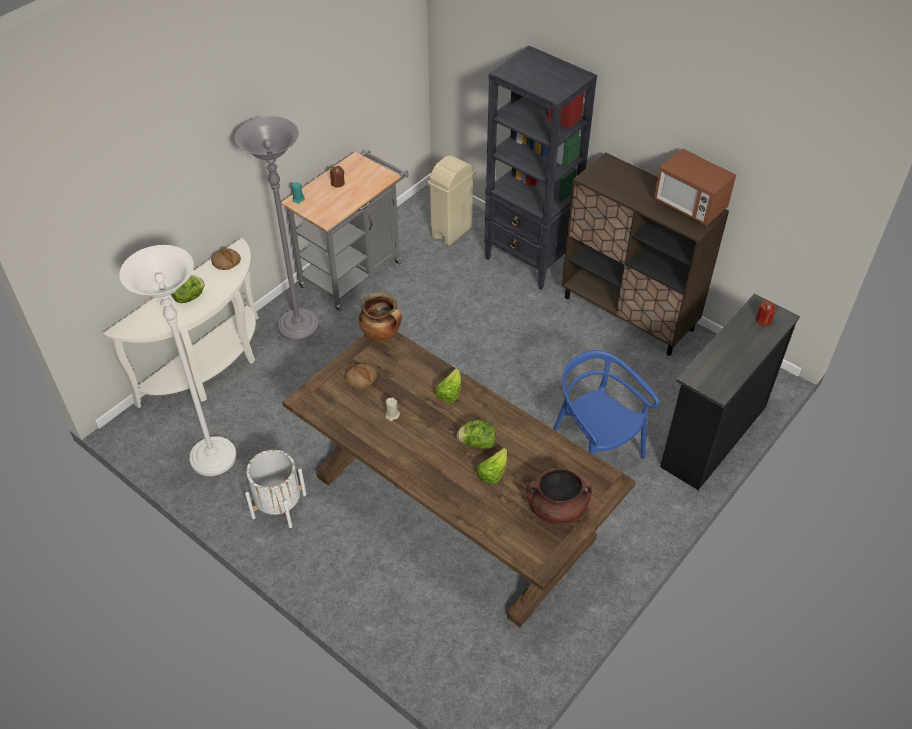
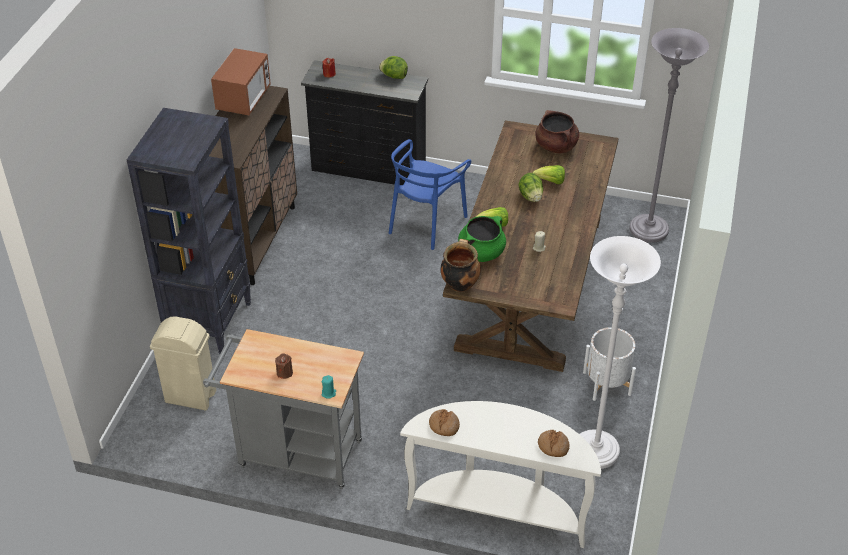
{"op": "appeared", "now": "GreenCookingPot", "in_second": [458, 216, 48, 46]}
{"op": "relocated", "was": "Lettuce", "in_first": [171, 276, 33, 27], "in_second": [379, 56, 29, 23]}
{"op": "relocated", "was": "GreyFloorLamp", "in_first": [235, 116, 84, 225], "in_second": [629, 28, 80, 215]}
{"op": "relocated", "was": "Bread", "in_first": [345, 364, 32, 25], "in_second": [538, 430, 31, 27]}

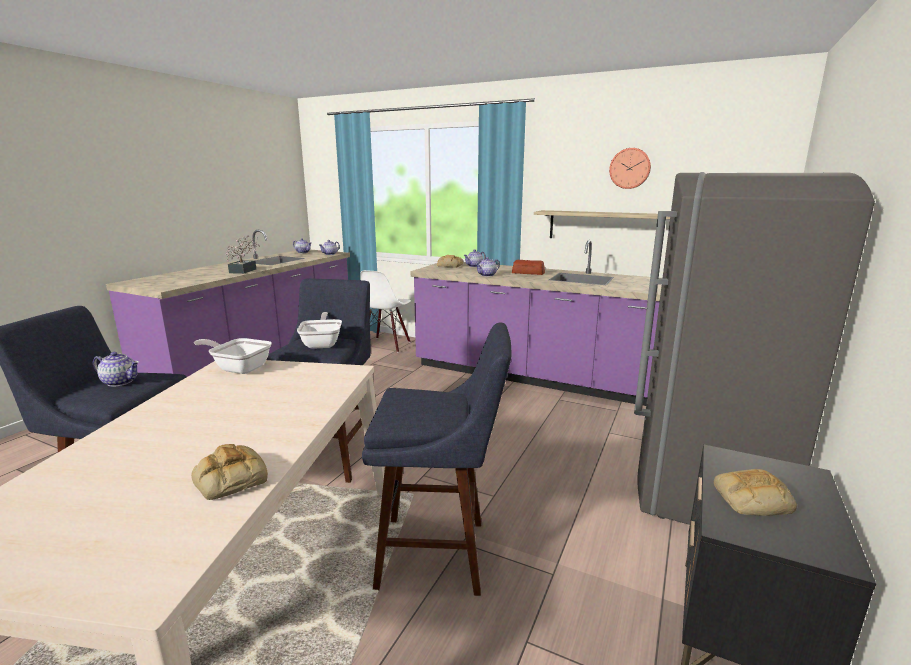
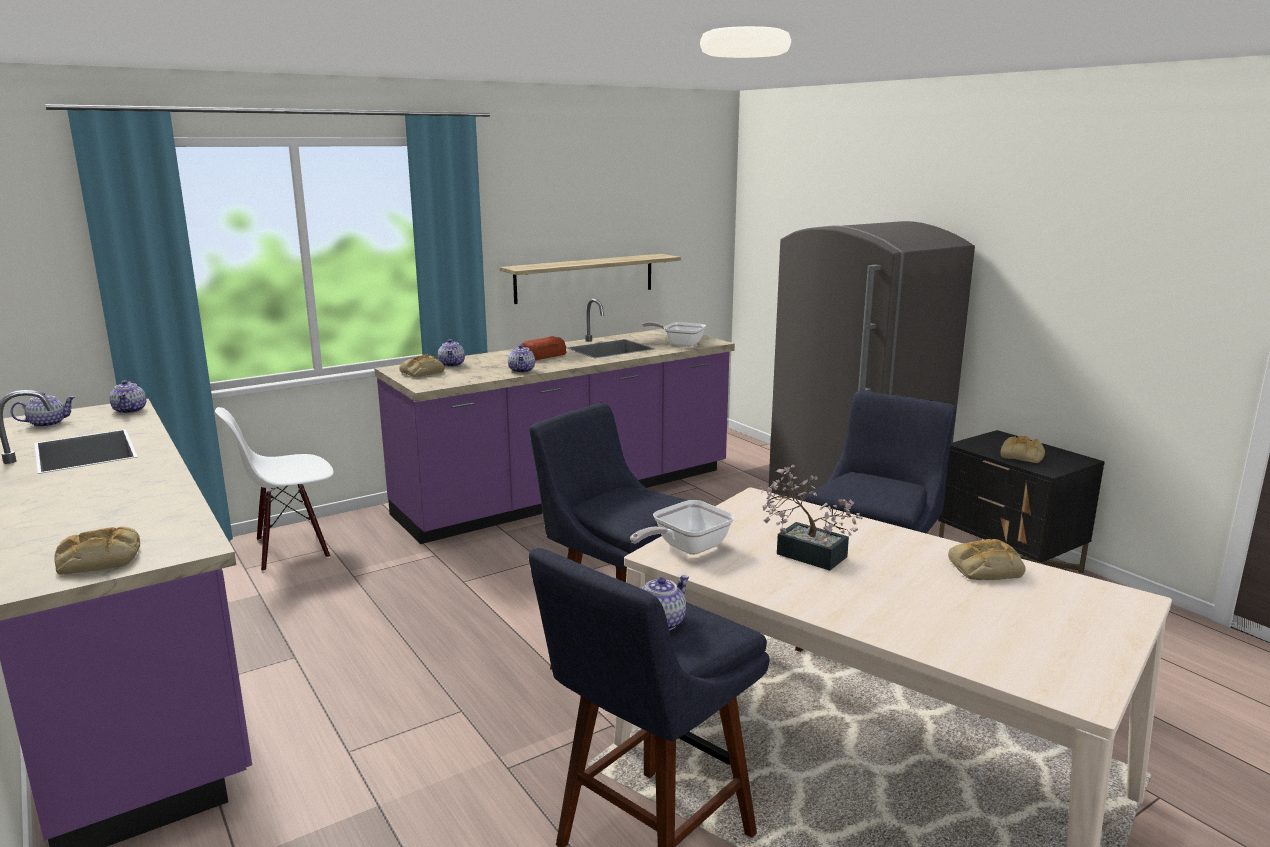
{"op": "missing", "was": "WallClock", "in_first": [609, 148, 42, 41]}
{"op": "appeared", "now": "Bread", "in_second": [54, 527, 86, 48]}
{"op": "relocated", "was": "PottedPlant", "in_first": [226, 235, 34, 39], "in_second": [760, 465, 103, 106]}
{"op": "relocated", "was": "FryingPan", "in_first": [297, 312, 45, 37], "in_second": [642, 322, 64, 25]}
{"op": "spun", "was": "WhiteChair", "in_first": [360, 270, 51, 82], "in_second": [215, 407, 119, 165], "clockwise": 105}

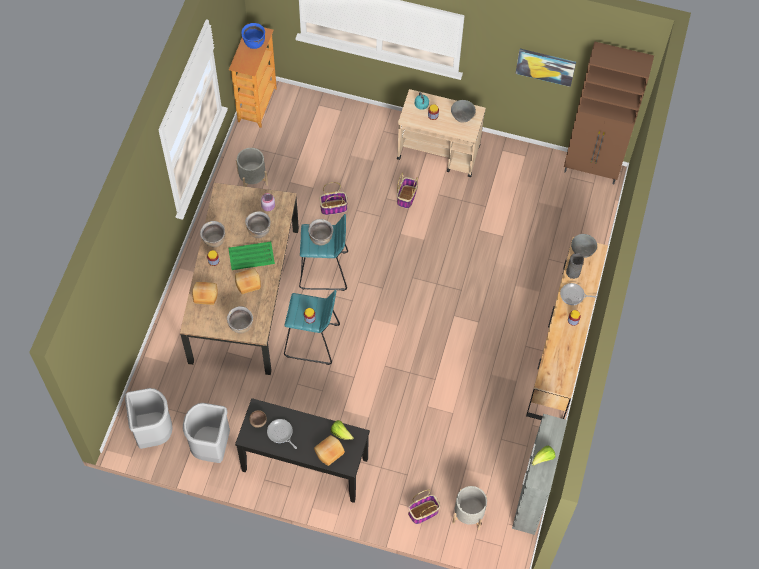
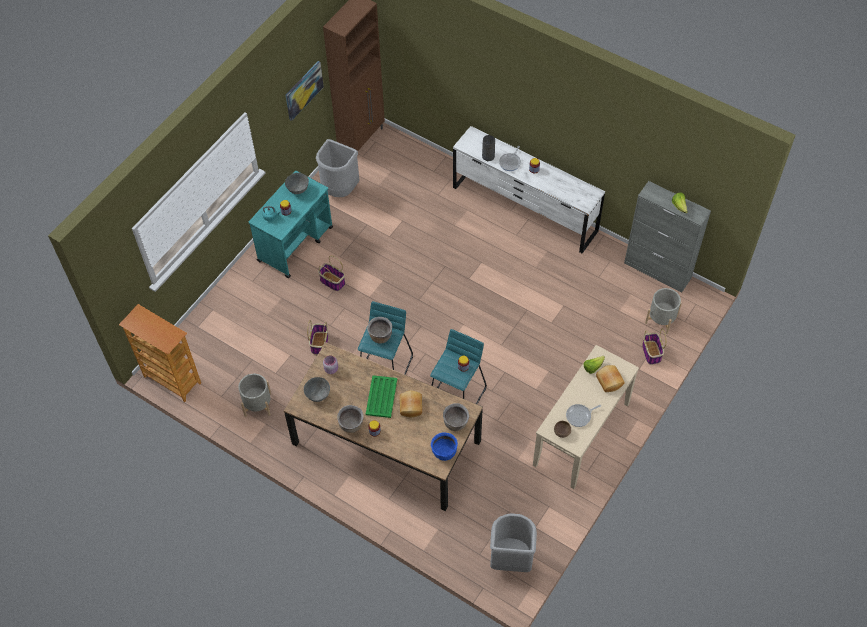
{"op": "missing", "was": "Bread", "in_first": [192, 282, 26, 23]}
{"op": "missing", "was": "BrownCookingPot", "in_first": [245, 211, 26, 27]}
{"op": "relocated", "was": "GreyTrashCan", "in_first": [183, 403, 47, 60], "in_second": [316, 139, 44, 58]}
{"op": "relocated", "was": "BlueCookingPot", "in_first": [241, 23, 24, 26], "in_second": [431, 432, 27, 29]}
{"op": "relocated", "was": "GreyBowl", "in_first": [571, 234, 26, 24], "in_second": [304, 377, 26, 25]}
{"op": "colour", "was": "BlackConsoleTable", "now": "BeigeConsoleTable", "in_first": [235, 398, 135, 105], "in_second": [533, 345, 106, 144]}
{"op": "colour", "was": "BeigeCart", "now": "TurquoiseCart", "in_first": [397, 89, 89, 88], "in_second": [249, 171, 84, 107]}
{"op": "colour", "was": "BrownDresser", "now": "WhiteDresser", "in_first": [526, 237, 82, 183], "in_second": [453, 126, 152, 128]}

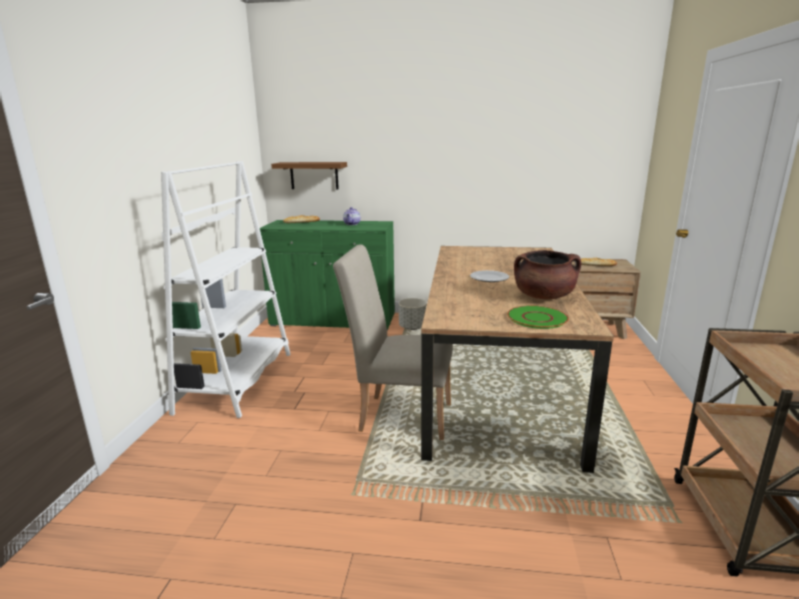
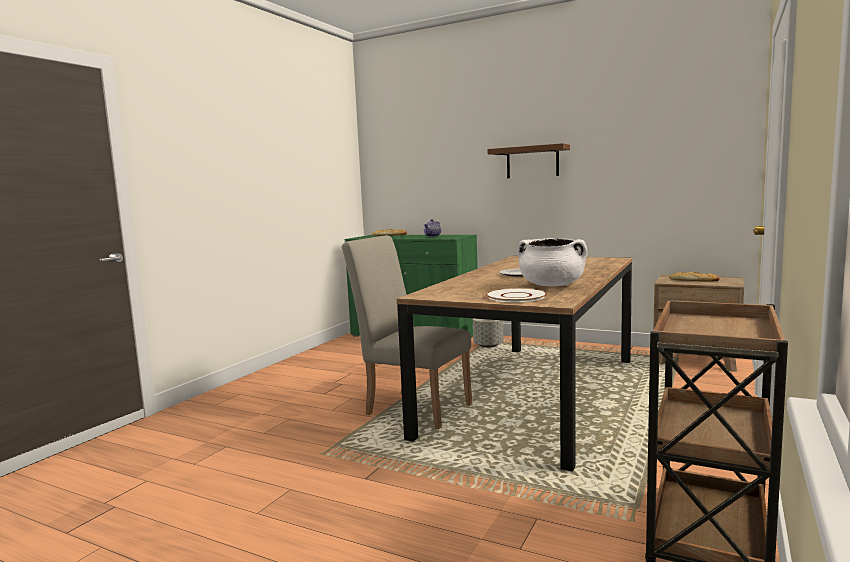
{"op": "missing", "was": "WhiteBookcase", "in_first": [161, 161, 130, 257]}
{"op": "relocated", "was": "BrownShelf", "in_first": [271, 162, 76, 27], "in_second": [487, 143, 83, 35]}
{"op": "colour", "was": "GreenPlate", "now": "WhitePlate", "in_first": [507, 306, 62, 23], "in_second": [486, 288, 62, 14]}
{"op": "colour", "was": "BrownCookingPot", "now": "WhiteCookingPot", "in_first": [514, 250, 67, 49], "in_second": [518, 238, 69, 48]}

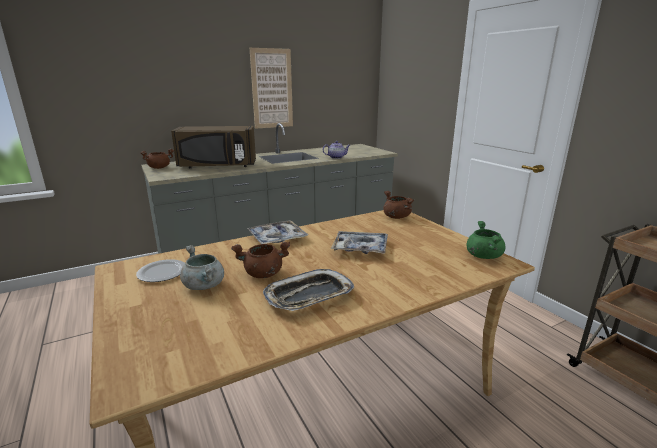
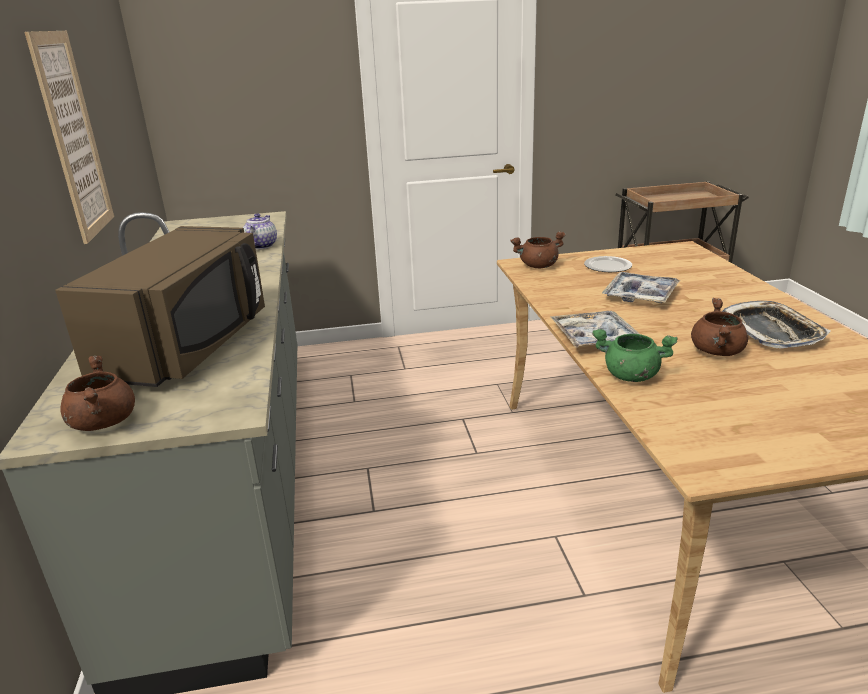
{"op": "missing", "was": "GreyCookingPot", "in_first": [180, 245, 44, 45]}
{"op": "relocated", "was": "Plate", "in_first": [136, 259, 49, 23], "in_second": [584, 256, 48, 16]}
{"op": "relocated", "was": "GreenCookingPot", "in_first": [466, 221, 40, 38], "in_second": [592, 329, 85, 53]}

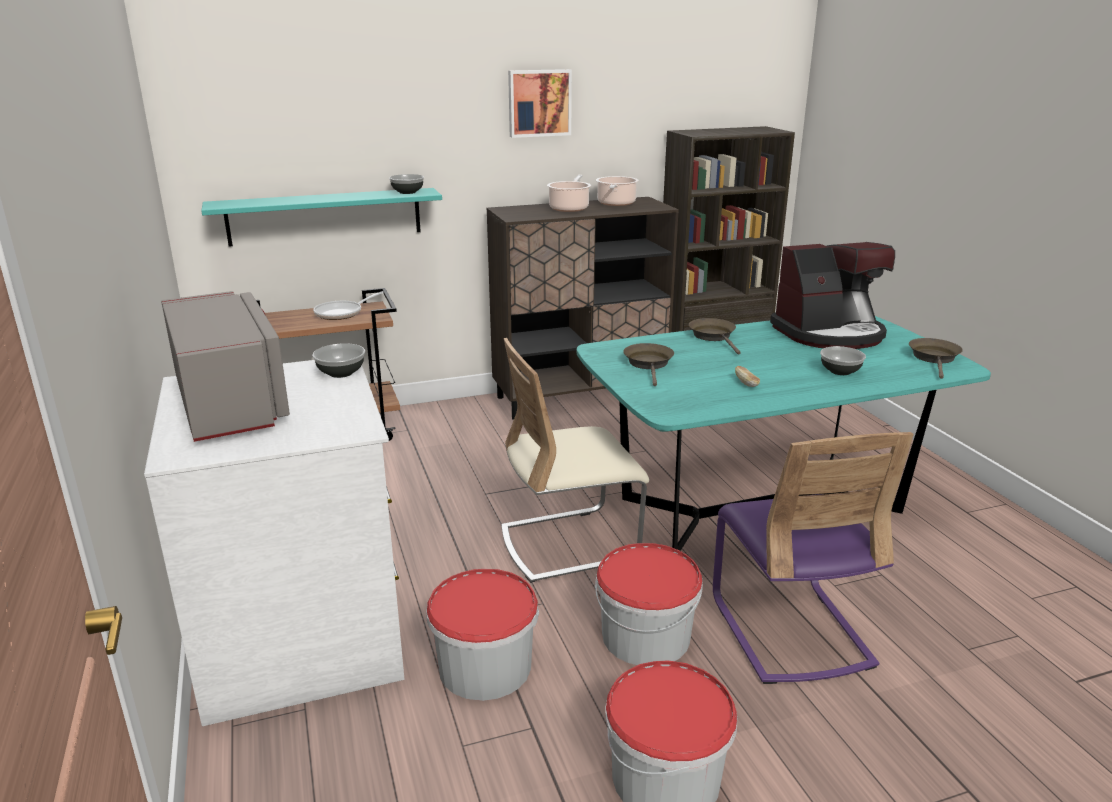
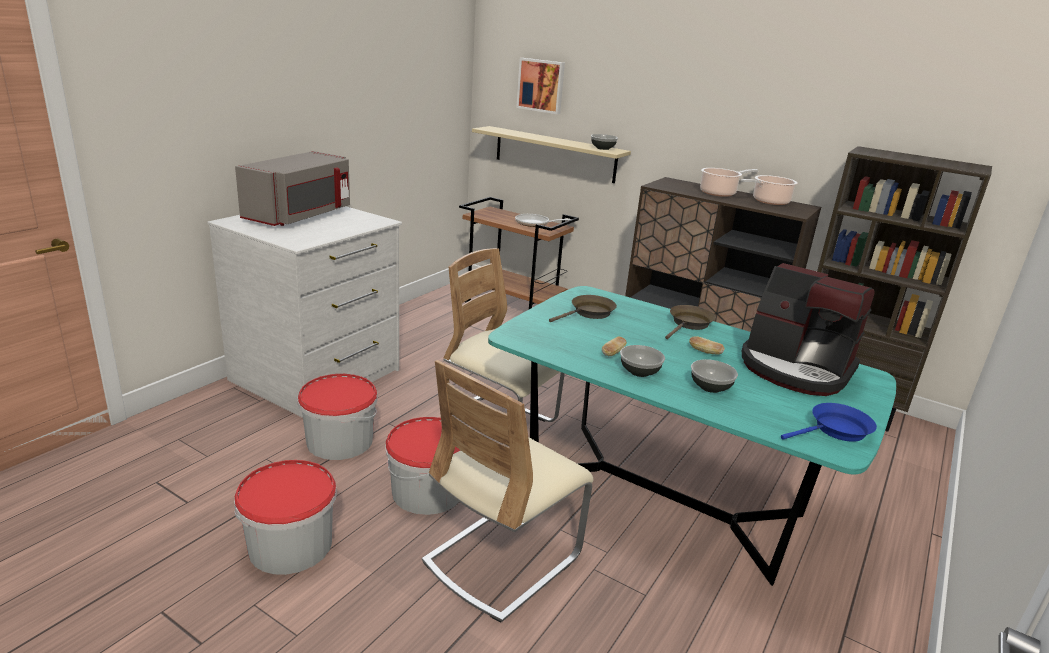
{"op": "appeared", "now": "Bread", "in_second": [689, 336, 36, 19]}
{"op": "relocated", "was": "Bowl", "in_first": [312, 343, 53, 35], "in_second": [620, 345, 45, 32]}
{"op": "relocated", "was": "Picture", "in_first": [508, 69, 64, 69], "in_second": [516, 58, 49, 56]}
{"op": "colour", "was": "TurquoiseShelf", "now": "BeigeShelf", "in_first": [201, 188, 241, 59], "in_second": [472, 126, 159, 57]}
{"op": "colour", "was": "PurpleChair", "now": "BeigeChair", "in_first": [713, 432, 201, 252], "in_second": [422, 360, 172, 263]}
{"op": "colour", "was": "BrownFryingPan", "now": "BlueFryingPan", "in_first": [909, 338, 54, 41], "in_second": [781, 403, 96, 39]}

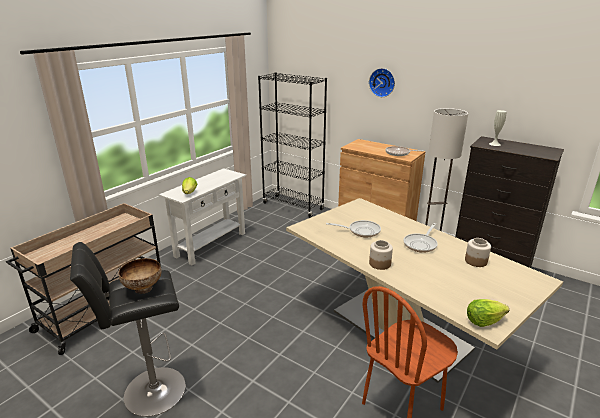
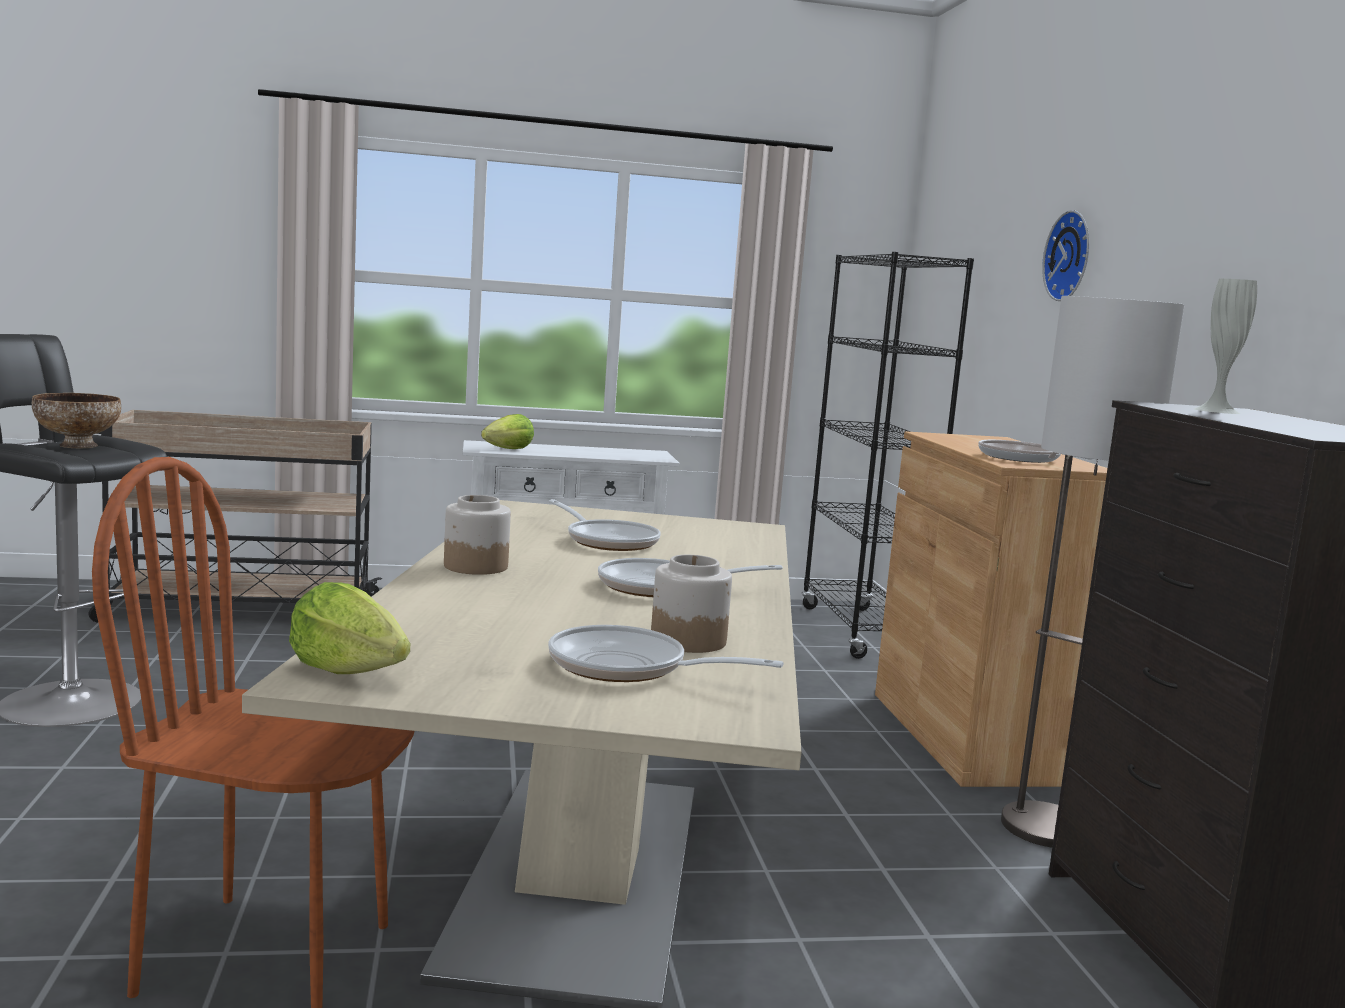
{"op": "appeared", "now": "FryingPan", "in_second": [548, 625, 236, 57]}

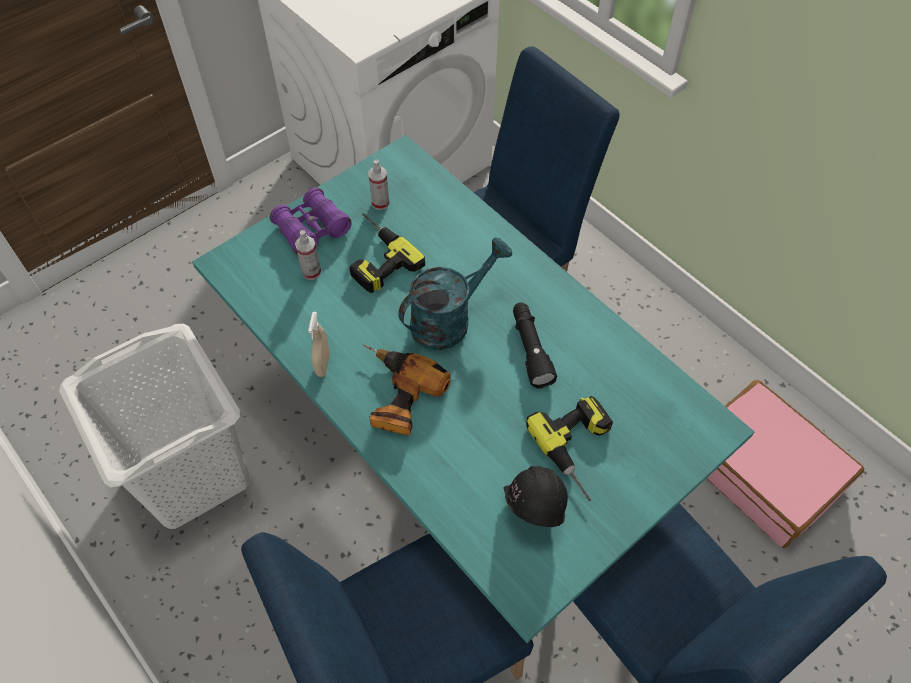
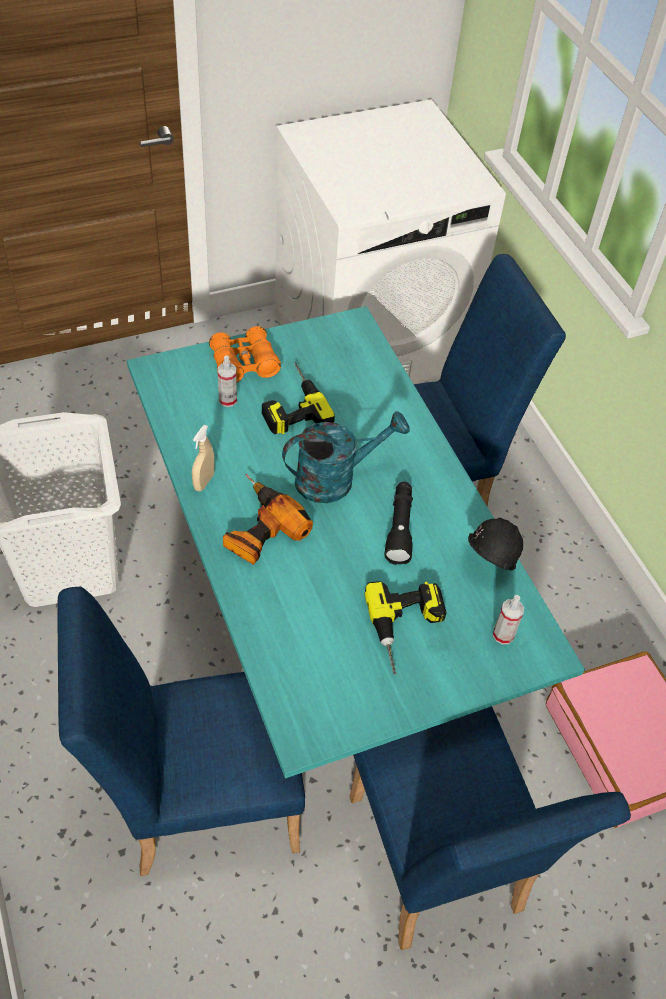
{"op": "relocated", "was": "SprayBottle", "in_first": [368, 159, 22, 51], "in_second": [493, 595, 31, 50]}
{"op": "relocated", "was": "BlackHardHat", "in_first": [503, 466, 65, 61], "in_second": [468, 517, 55, 53]}
{"op": "colour", "was": "PurpleBinoculars", "now": "OrangeBinoculars", "in_first": [270, 187, 82, 68], "in_second": [209, 326, 72, 56]}

